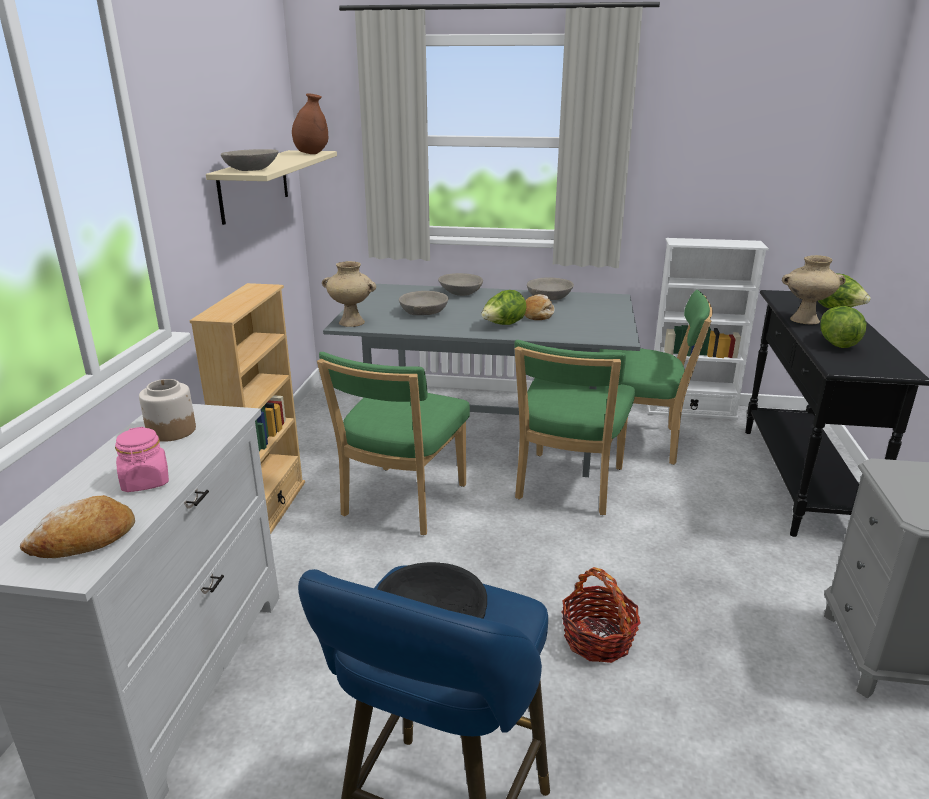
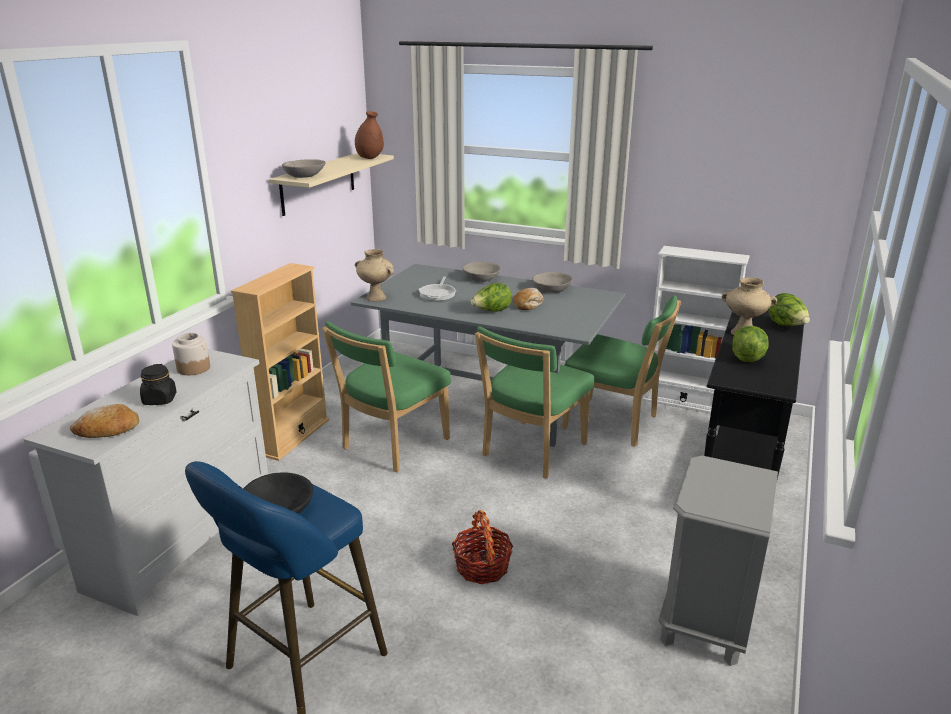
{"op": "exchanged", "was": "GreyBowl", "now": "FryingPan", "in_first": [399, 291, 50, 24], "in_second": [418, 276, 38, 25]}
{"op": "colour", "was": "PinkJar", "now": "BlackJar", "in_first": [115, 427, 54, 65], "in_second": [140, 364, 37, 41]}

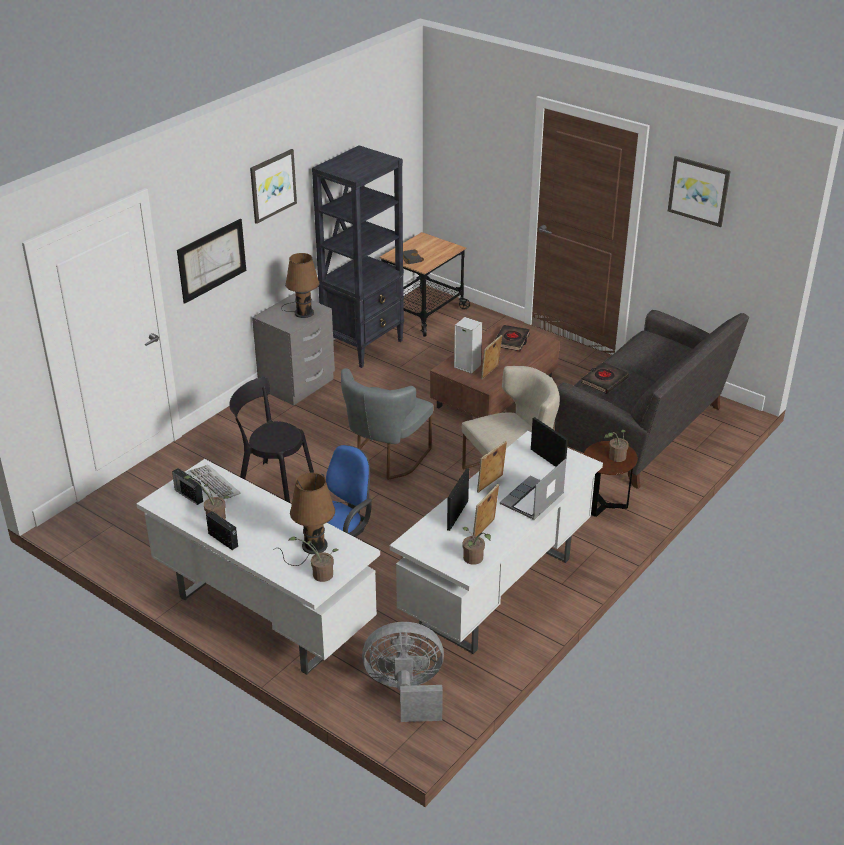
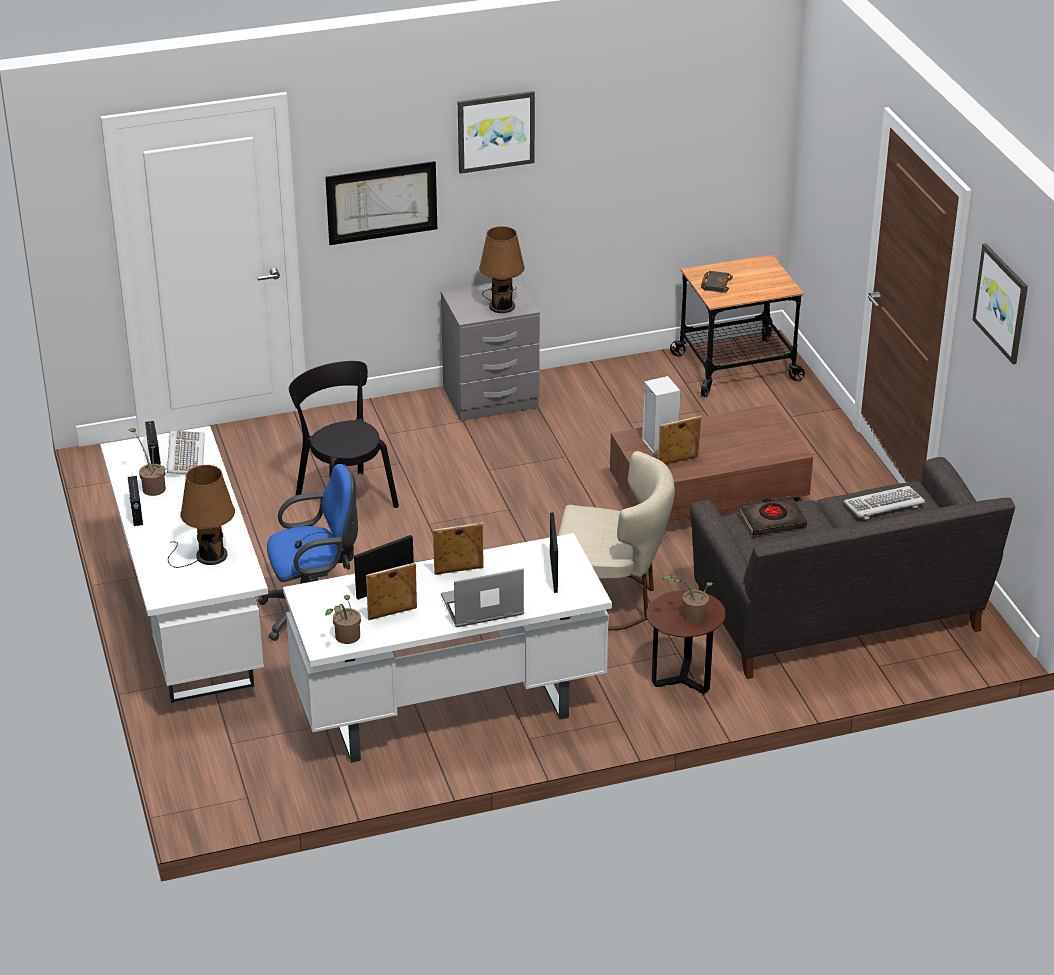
{"op": "missing", "was": "PottedPlant", "in_first": [288, 537, 51, 45]}
{"op": "missing", "was": "BlackBookcase", "in_first": [312, 145, 92, 223]}
{"op": "missing", "was": "GreyChair", "in_first": [341, 368, 92, 112]}
{"op": "missing", "was": "GreyFan", "in_first": [362, 622, 82, 100]}
{"op": "missing", "was": "BlackBook", "in_first": [495, 325, 35, 26]}
{"op": "appeared", "now": "Keyboard", "in_second": [844, 486, 81, 33]}

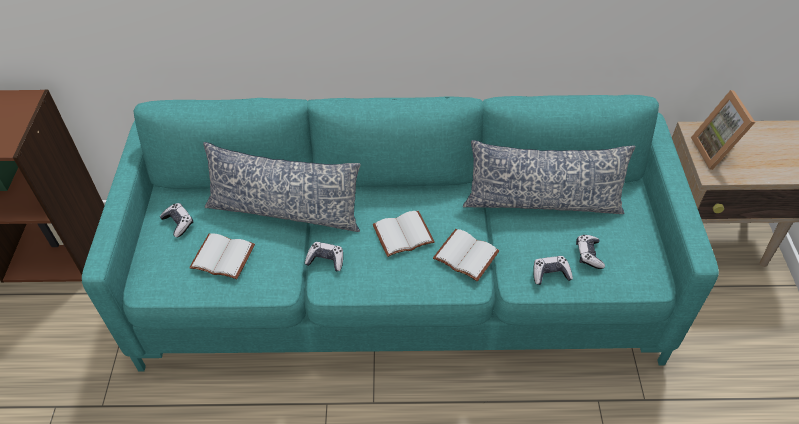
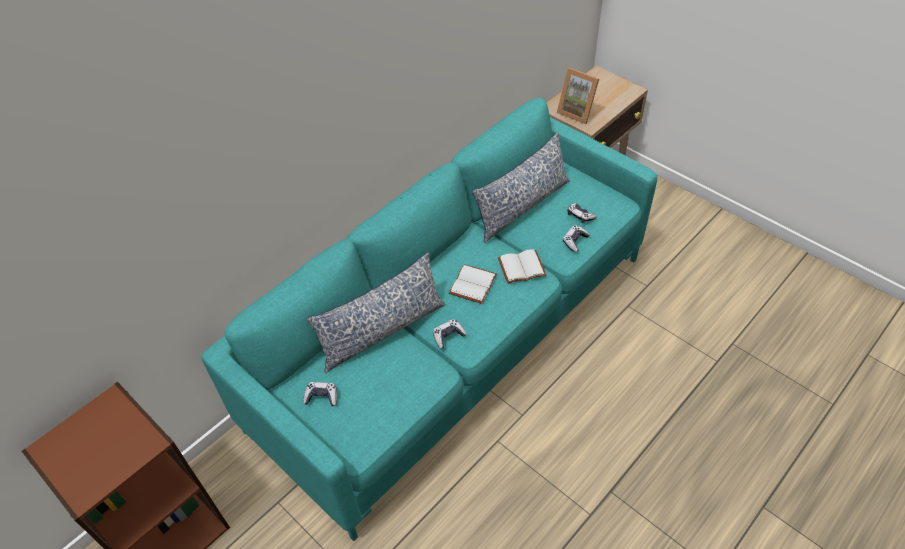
{"op": "missing", "was": "WhiteBook", "in_first": [189, 233, 66, 46]}

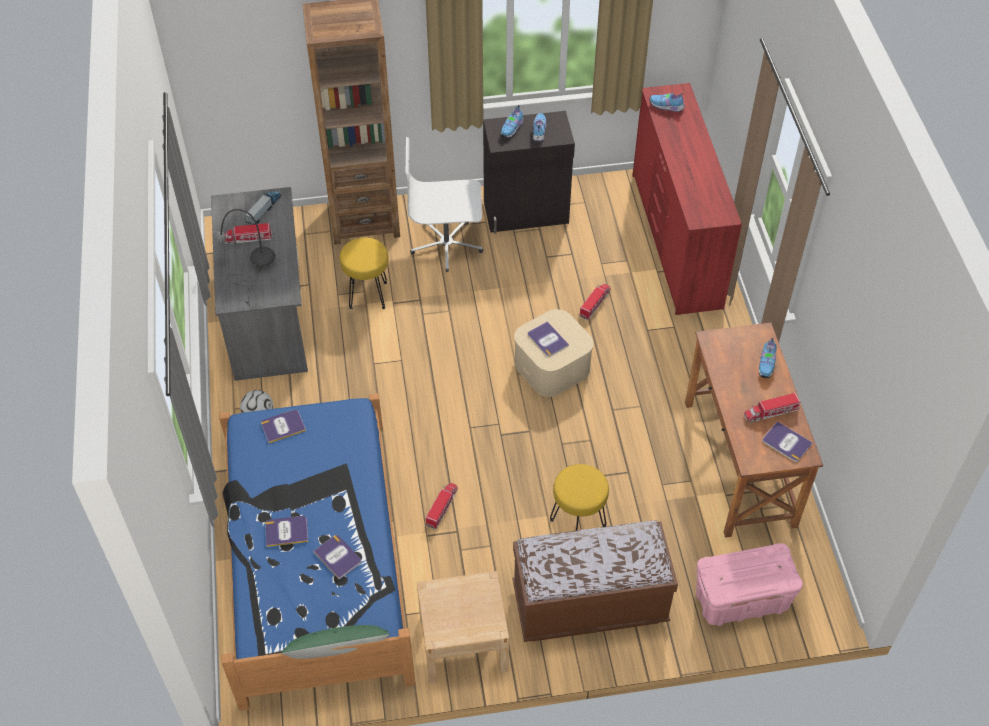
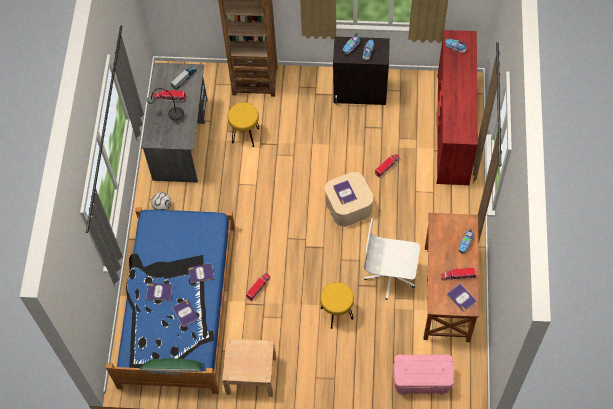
{"op": "missing", "was": "BrownBench", "in_first": [513, 520, 165, 122]}
{"op": "relocated", "was": "Book", "in_first": [261, 409, 45, 34], "in_second": [188, 263, 26, 20]}
{"op": "relocated", "was": "WhiteOfficeChair", "in_first": [406, 137, 77, 135], "in_second": [364, 217, 56, 83]}

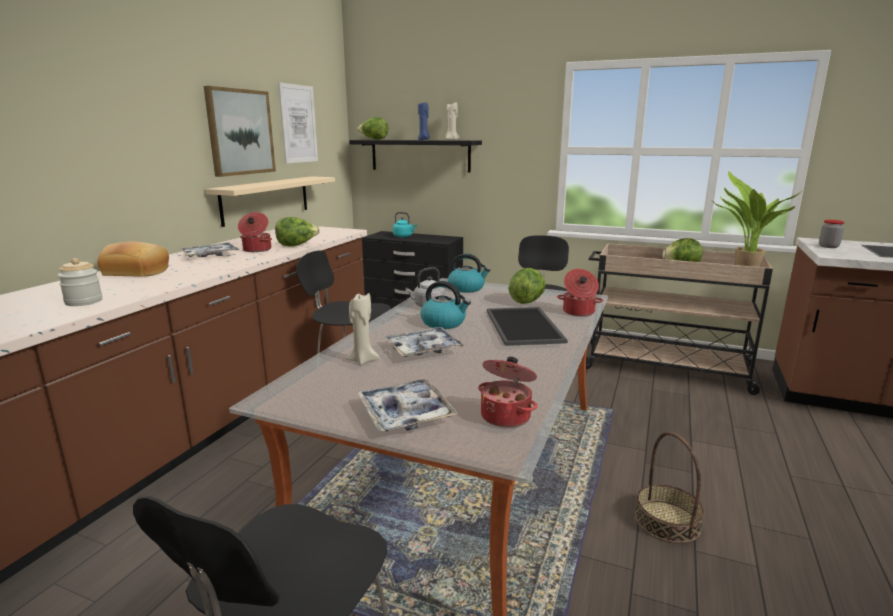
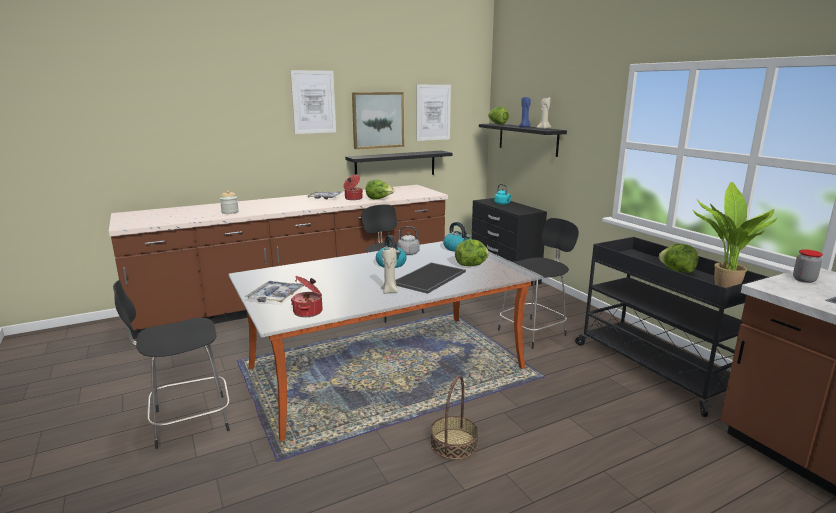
{"op": "missing", "was": "Bread", "in_first": [98, 241, 71, 36]}
{"op": "missing", "was": "Tray", "in_first": [384, 327, 81, 30]}
{"op": "missing", "was": "CookingPot", "in_first": [557, 269, 46, 47]}
{"op": "appeared", "now": "Picture", "in_second": [290, 70, 46, 64]}
{"op": "relocated", "was": "BeigeCandle", "in_first": [345, 293, 35, 72], "in_second": [381, 248, 17, 46]}
{"op": "colour", "was": "BeigeShelf", "now": "BlackShelf", "in_first": [205, 176, 130, 51], "in_second": [345, 151, 107, 24]}
{"op": "colour", "was": "BeigeCart", "now": "BlackCart", "in_first": [586, 243, 187, 152], "in_second": [575, 237, 194, 180]}

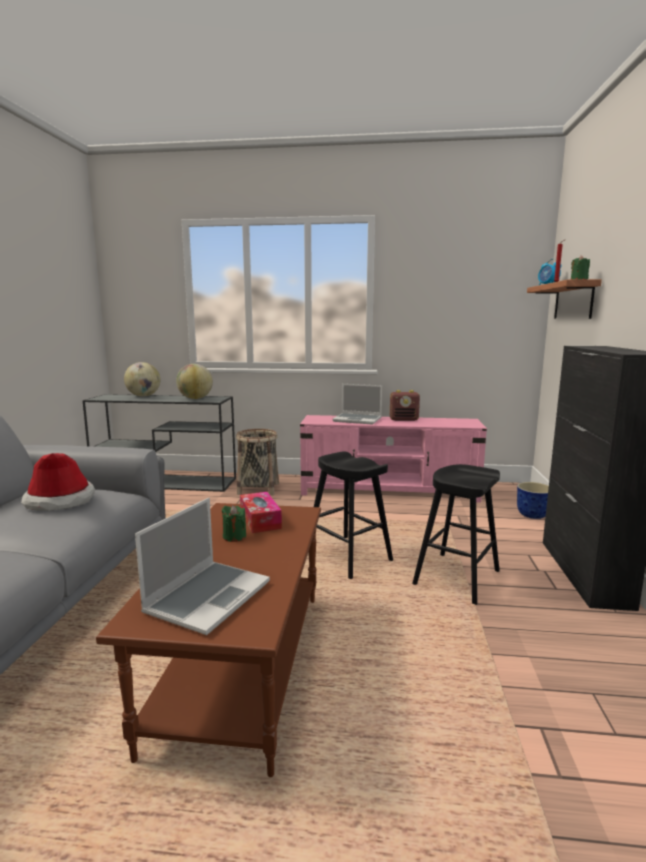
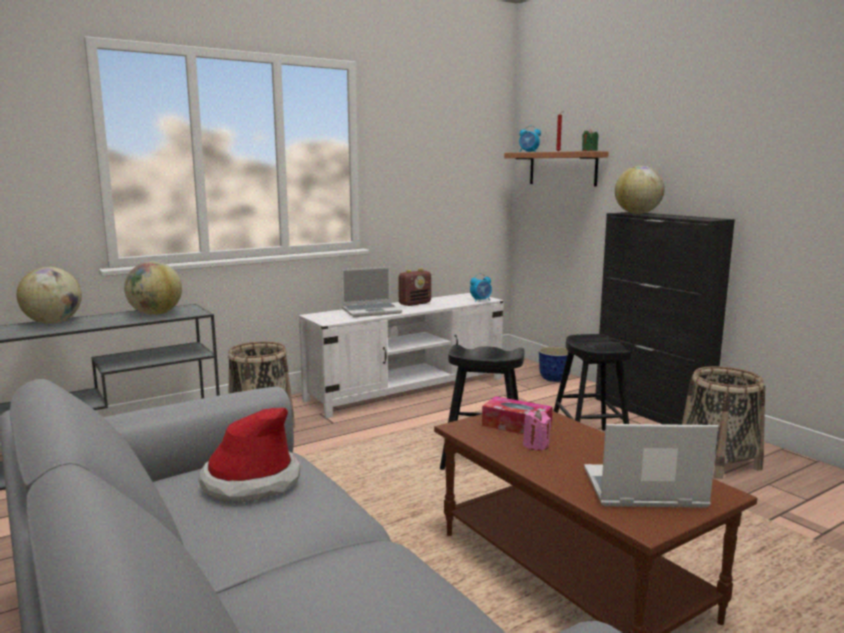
{"op": "appeared", "now": "AlarmClock", "in_second": [470, 273, 22, 29]}
{"op": "appeared", "now": "Globe", "in_second": [615, 166, 50, 48]}
{"op": "appeared", "now": "Basket", "in_second": [682, 366, 83, 113]}
{"op": "colour", "was": "GreenCandle", "now": "PinkCandle", "in_first": [222, 505, 24, 37], "in_second": [523, 410, 29, 41]}
{"op": "colour", "was": "PinkTvStand", "now": "WhiteTvStand", "in_first": [300, 415, 187, 88], "in_second": [299, 293, 204, 125]}
{"op": "spun", "was": "Laptop", "in_first": [135, 498, 135, 137], "in_second": [584, 424, 134, 84], "clockwise": -75}

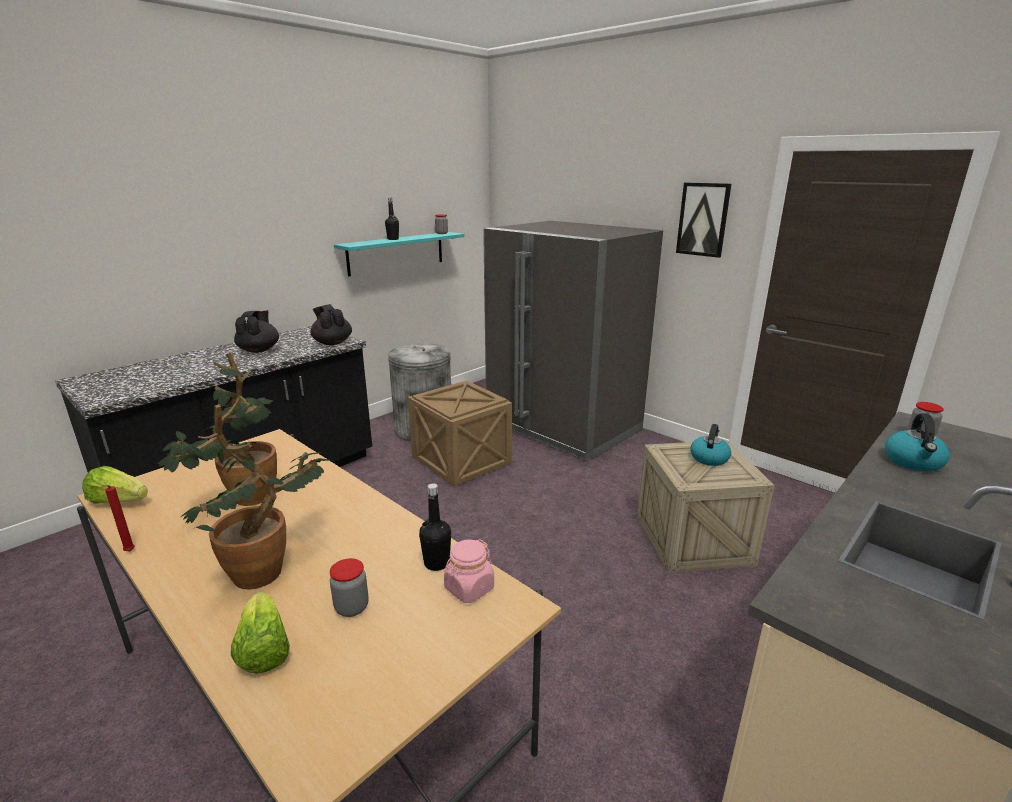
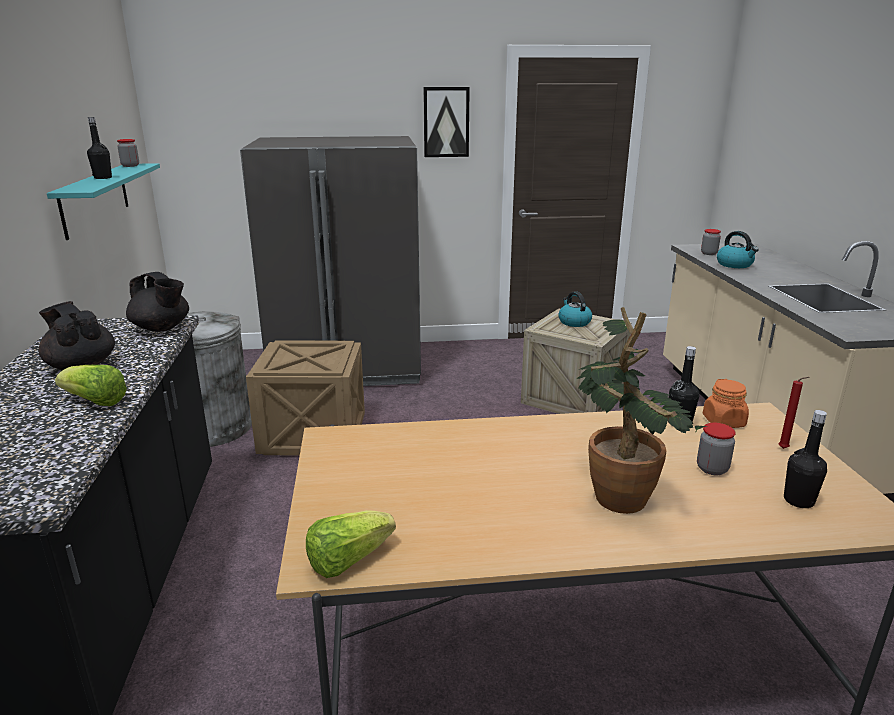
{"op": "missing", "was": "PottedPlant", "in_first": [158, 353, 119, 153]}
{"op": "appeared", "now": "BlackBottle", "in_second": [784, 410, 43, 98]}
{"op": "relocated", "was": "RedCandle", "in_first": [102, 485, 33, 66], "in_second": [779, 377, 30, 72]}
{"op": "relocated", "was": "Lettuce", "in_first": [231, 592, 59, 82], "in_second": [55, 365, 72, 41]}
{"op": "colour", "was": "PinkJar", "now": "OrangeJar", "in_first": [444, 539, 50, 64], "in_second": [703, 379, 46, 49]}
{"op": "spun", "was": "BlackTeapot", "in_first": [310, 304, 42, 41], "in_second": [126, 272, 63, 60], "clockwise": -150}

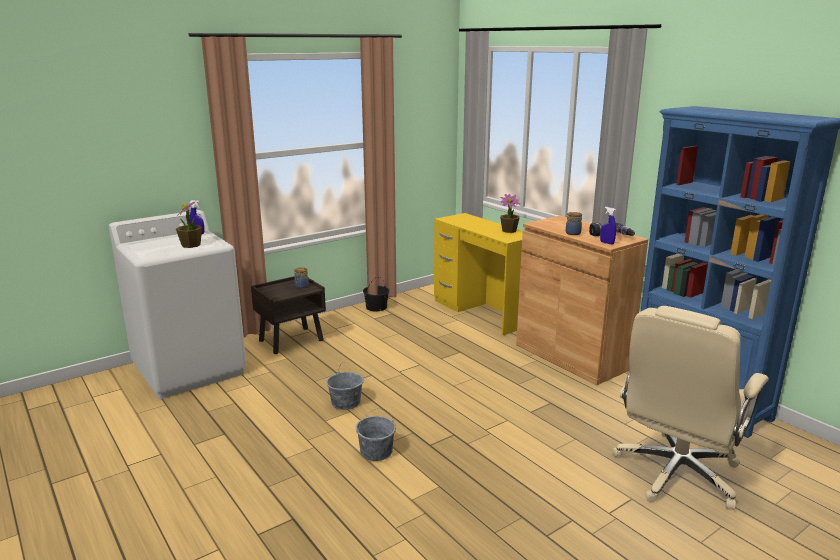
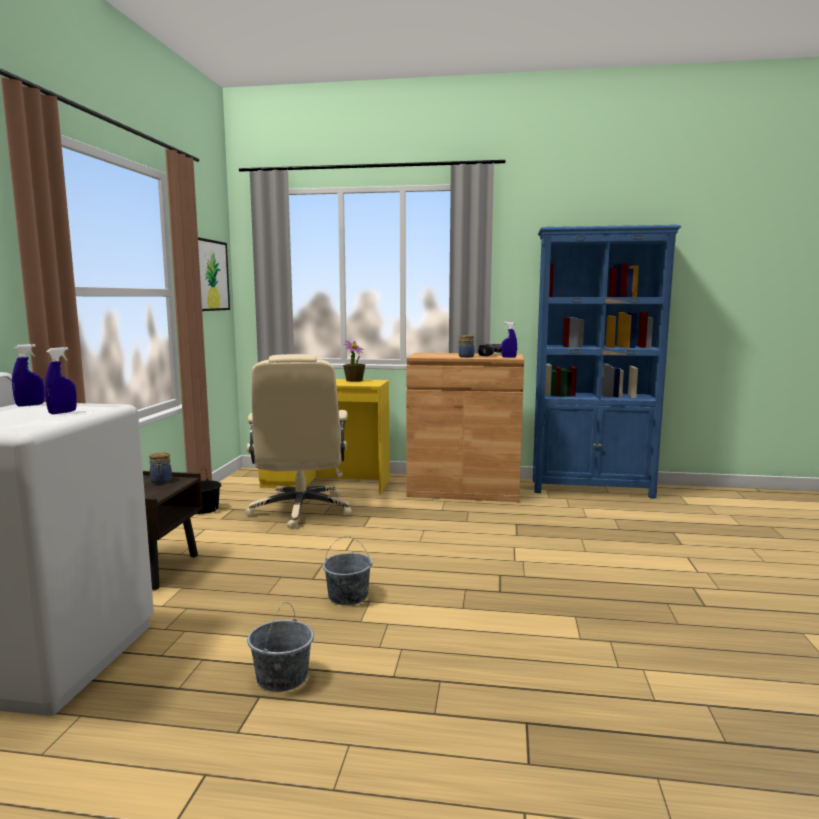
{"op": "appeared", "now": "Picture", "in_second": [198, 237, 32, 74]}
{"op": "relocated", "was": "GreyBucket", "in_first": [356, 408, 40, 53], "in_second": [247, 602, 67, 90]}
{"op": "relocated", "was": "BeigeOfficeChair", "in_first": [612, 306, 157, 204], "in_second": [245, 354, 107, 175]}
{"op": "exchanged", "was": "PottedPlant", "now": "BlueSprayBottle", "in_first": [176, 202, 26, 46], "in_second": [45, 347, 32, 67]}

